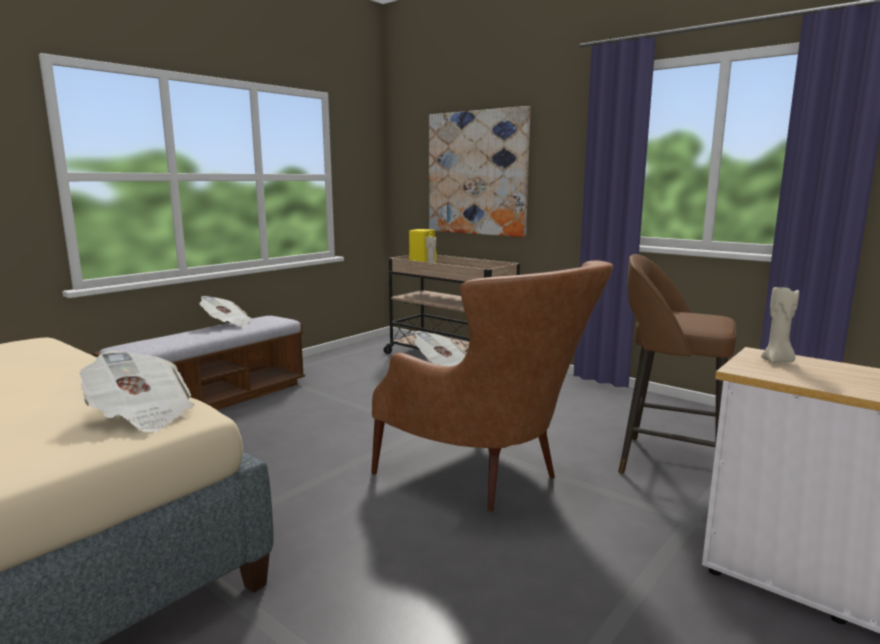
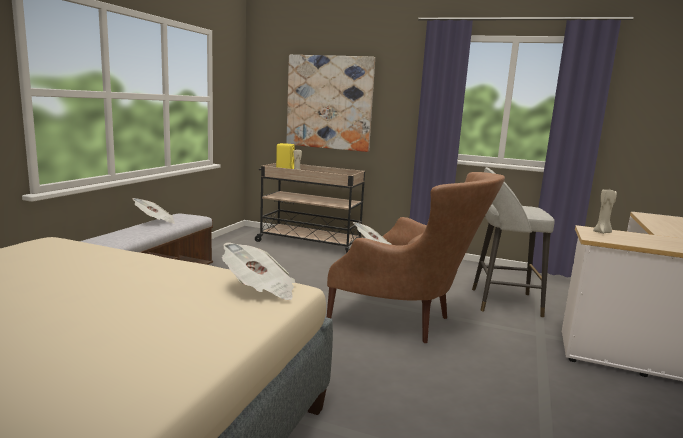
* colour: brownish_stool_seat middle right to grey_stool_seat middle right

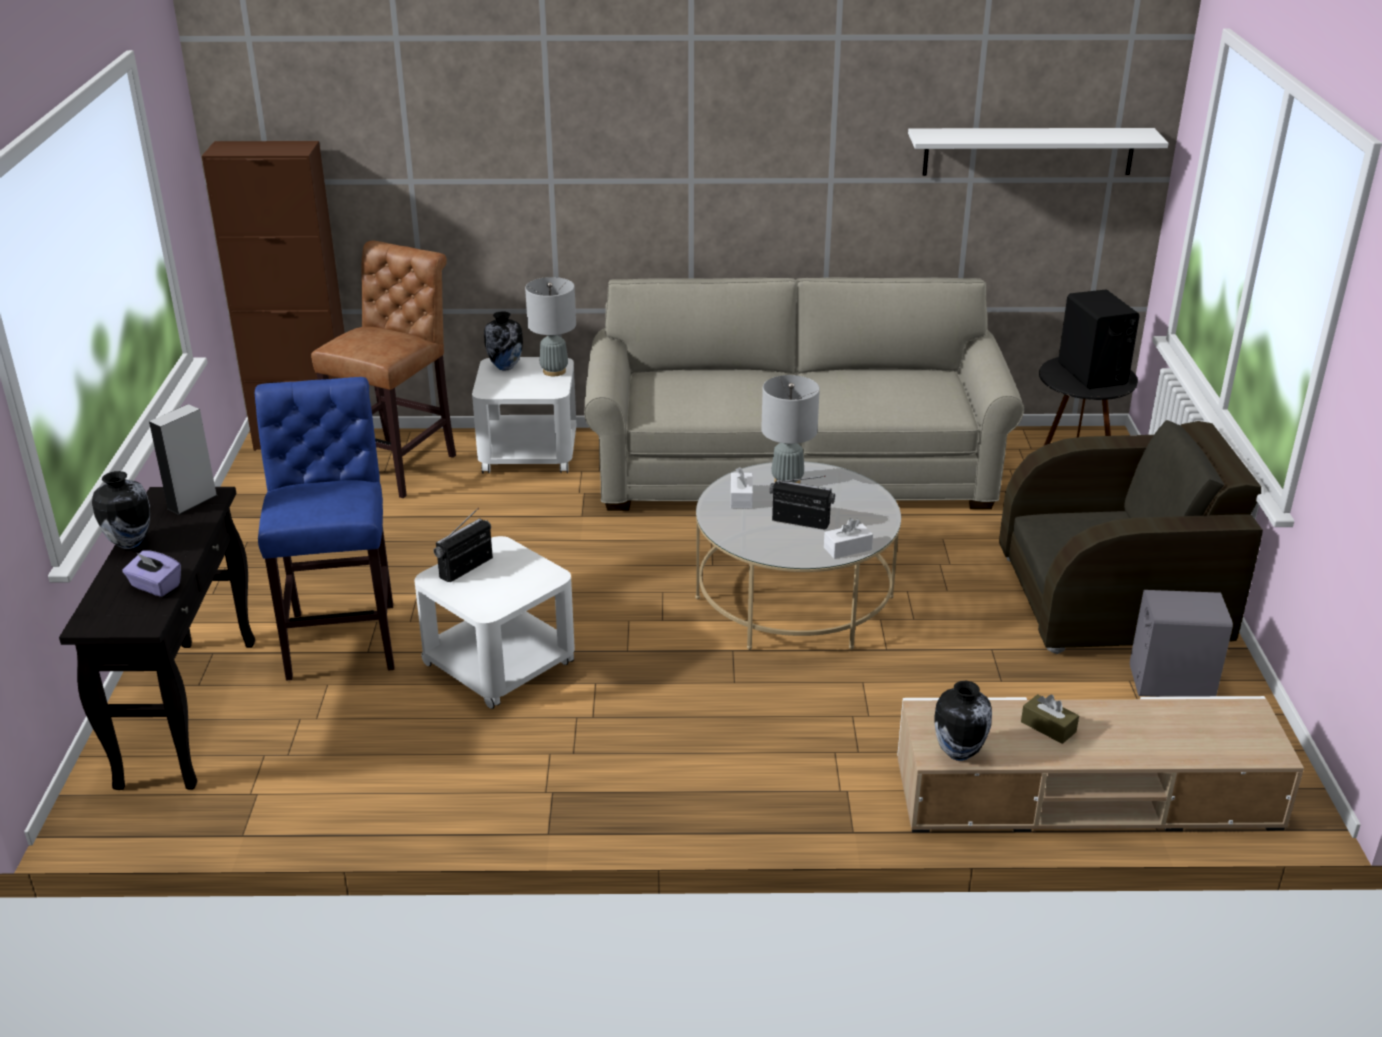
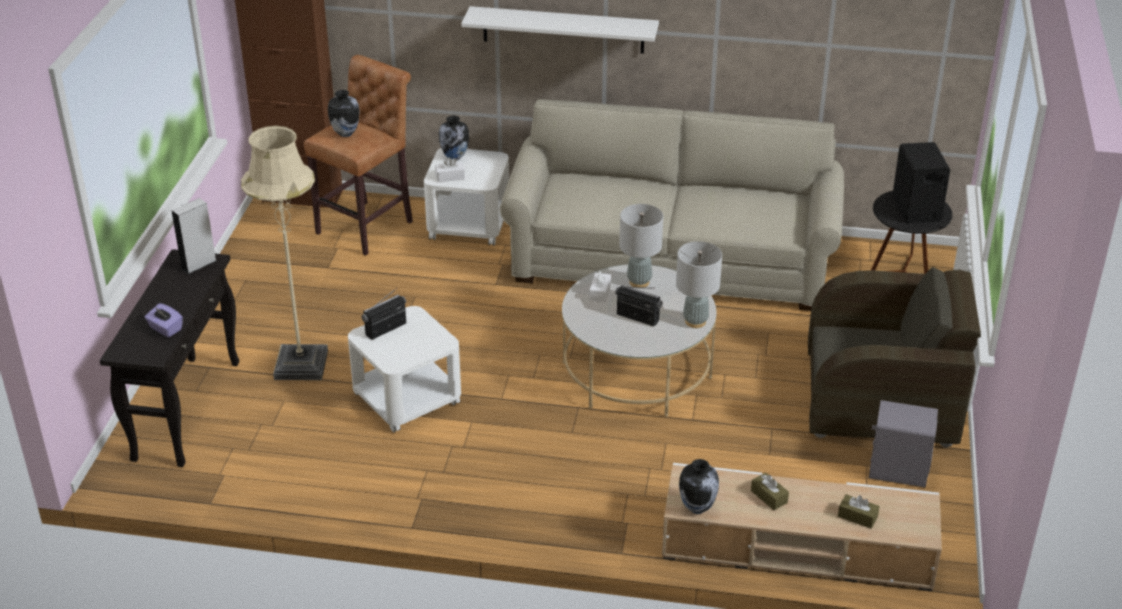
* relocated: whitish_shelf top right to top centre
* relocated: grey_tabletop_lamp (no. 1 from left in the first image) top centre to grey_tabletop_lamp (no. 2 from left) centre
* exchanged: blue_stool_seat middle left to sand-coloured_floor_lamp middle left
* relocated: flower_vase (no. 1 from left) middle left to top left
* relocated: whitish_tissue_box (no. 2 from left in the first image) centre to whitish_tissue_box (no. 1 from left) top centre
* appeared: brownish_tissue_box (no. 2 from left) bottom right

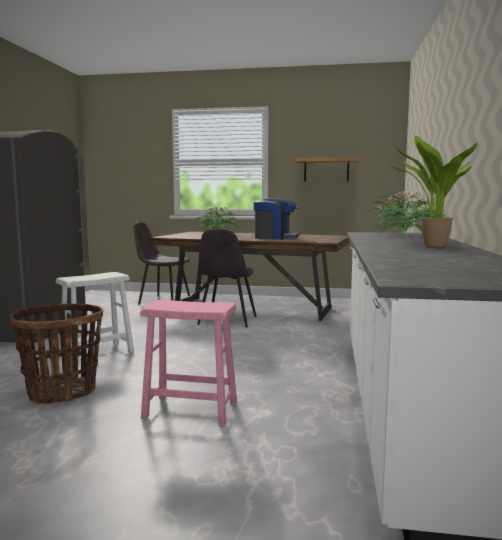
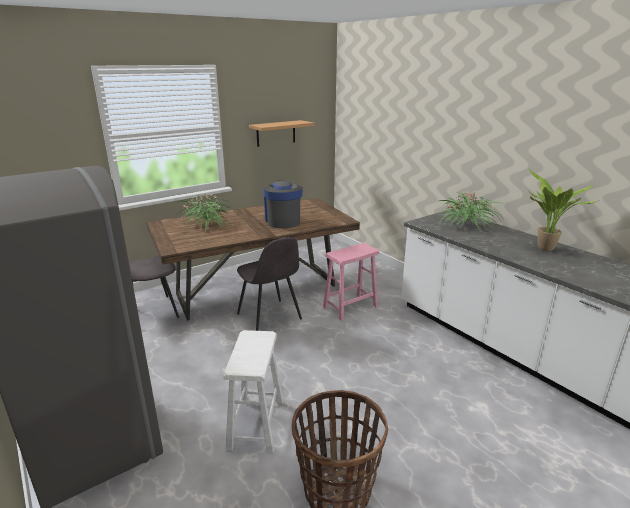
* spun: coffee_maker centre = centre 75 degrees counterclockwise
* relocated: pinkish_stool_seat bottom centre to centre

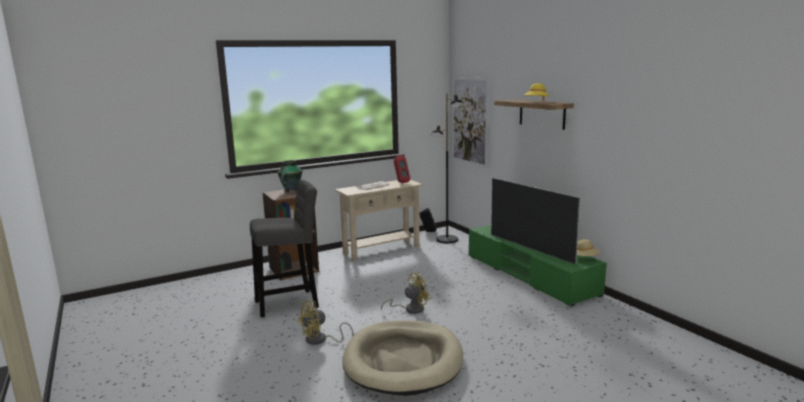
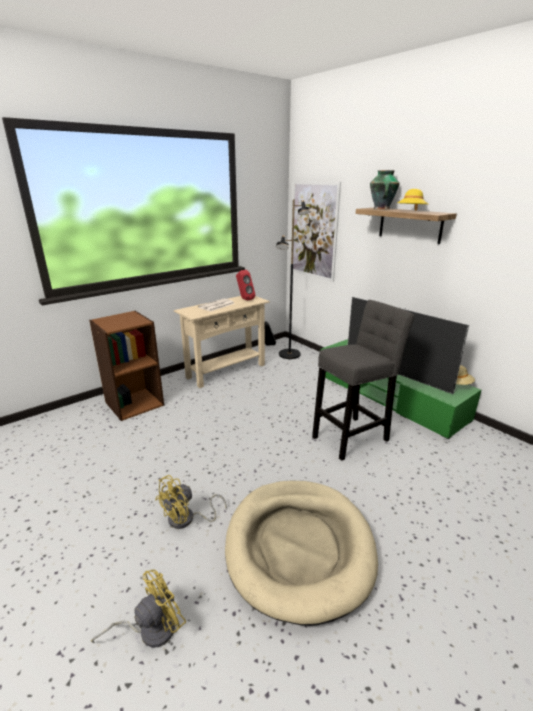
* relocated: flower_vase centre to top right
* relocated: grey_stool_seat centre to middle right
* relocated: yellow_cooling_fan (no. 2 from left in the first image) bottom centre to yellow_cooling_fan (no. 1 from left) bottom left

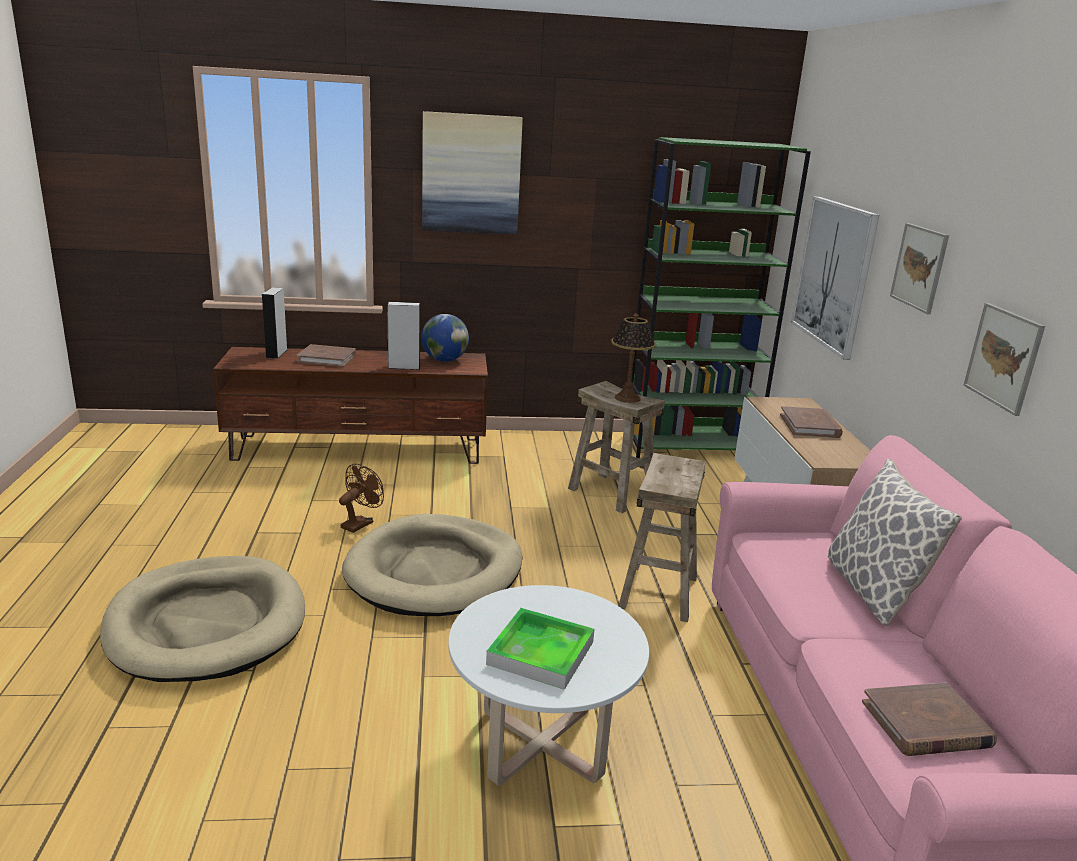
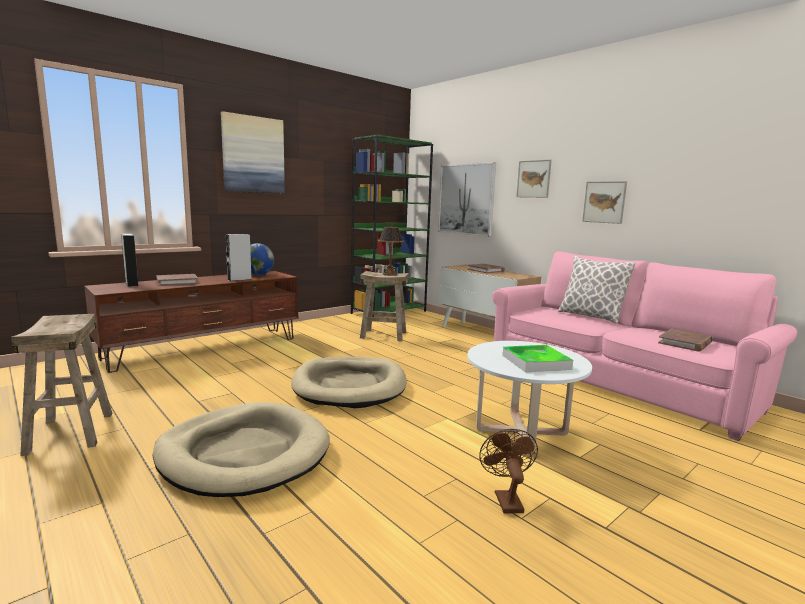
* relocated: sand-coloured_stool_seat (no. 2 from left in the first image) centre to sand-coloured_stool_seat (no. 1 from left) middle left
* relocated: brownish_cooling_fan centre to bottom centre

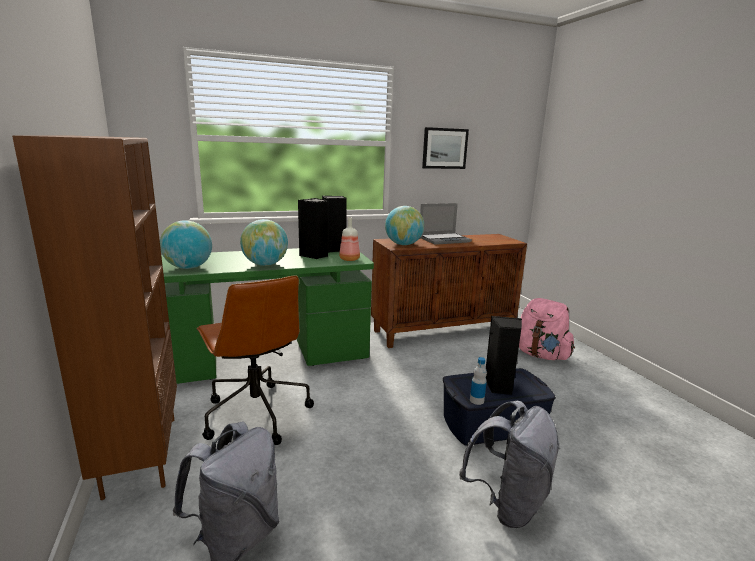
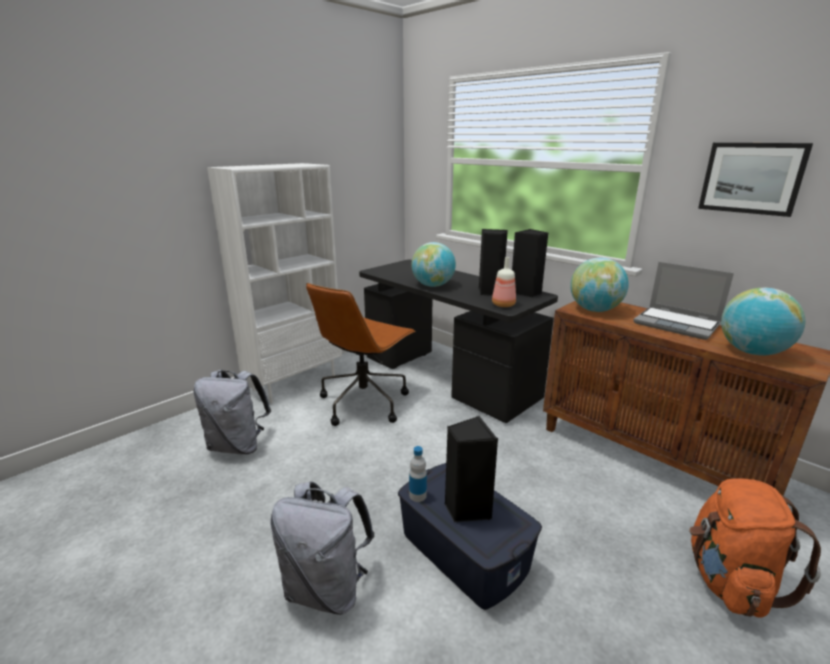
* colour: brownish_bookshelf middle left to whitish_bookshelf middle left
* relocated: globe (no. 1 from left in the first image) middle left to globe (no. 3 from left) middle right
* colour: green_desk centre to blackish_desk centre
* colour: pinkish_rucksack middle right to orangey_rucksack bottom right

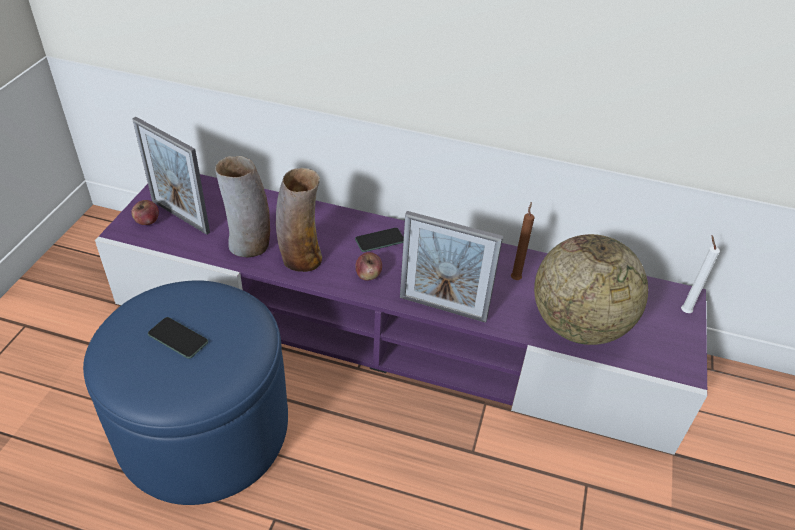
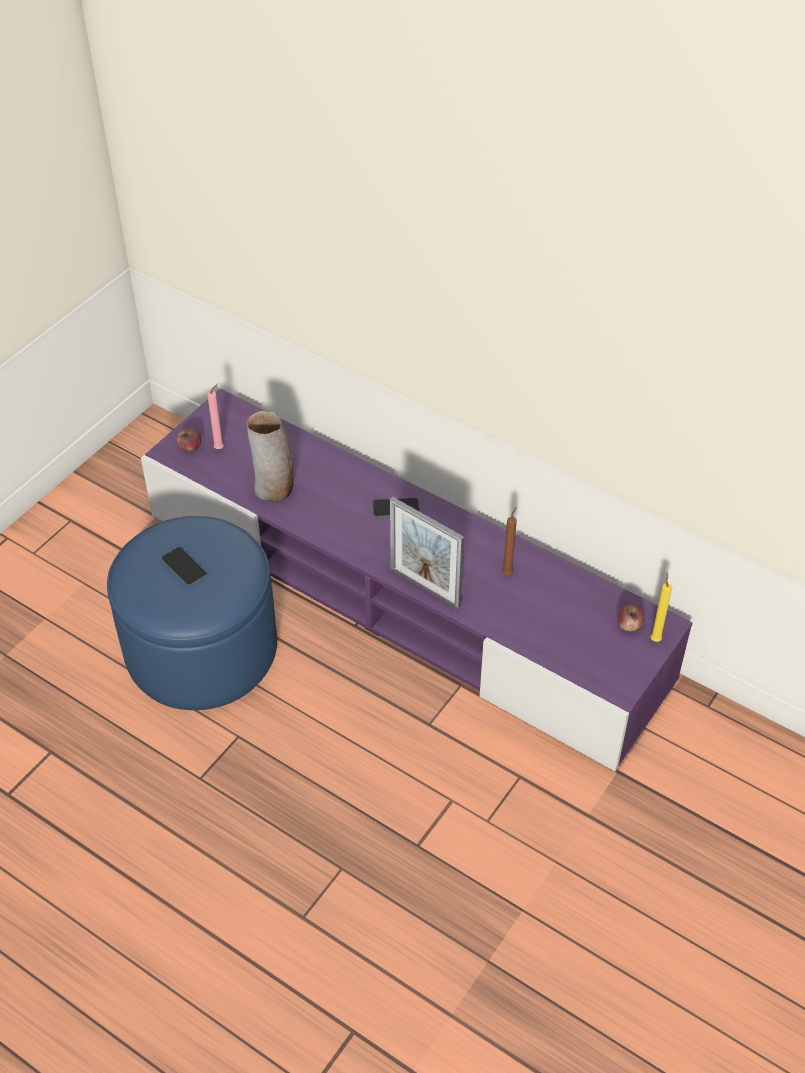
* exchanged: photo_frame (no. 1 from left) top left to pinkish_candle middle left
* missing: flower_vase (no. 2 from left) centre
* missing: globe middle right
* colour: whitish_candle middle right to yellow_candle middle right
* relocated: whole_apple (no. 2 from left) centre to middle right

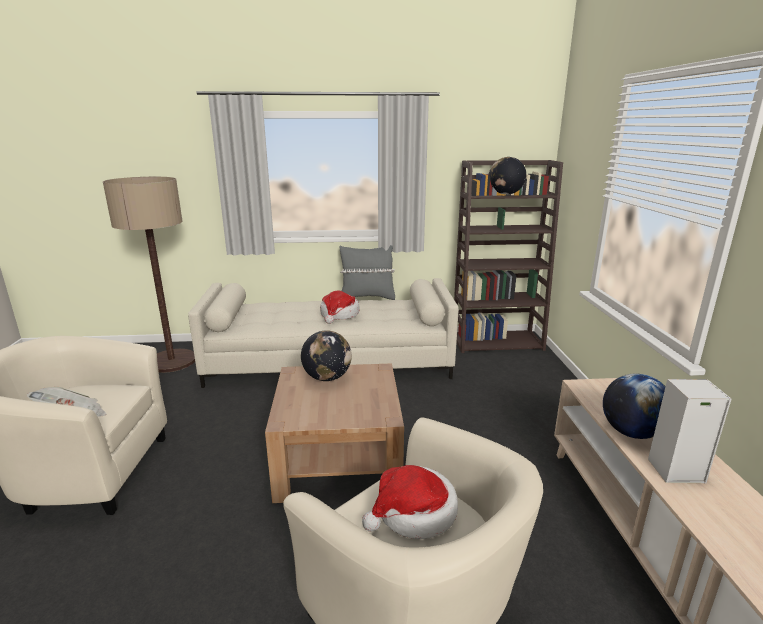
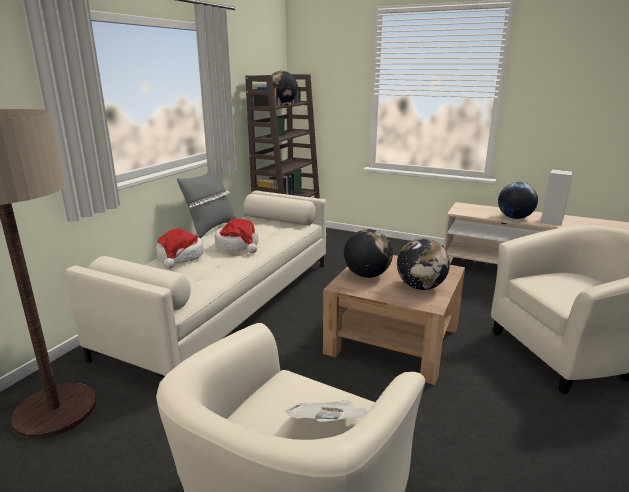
* relocated: hat (no. 2 from left in the first image) bottom centre to hat (no. 1 from left) middle left
* appeared: globe (no. 3 from left) middle right

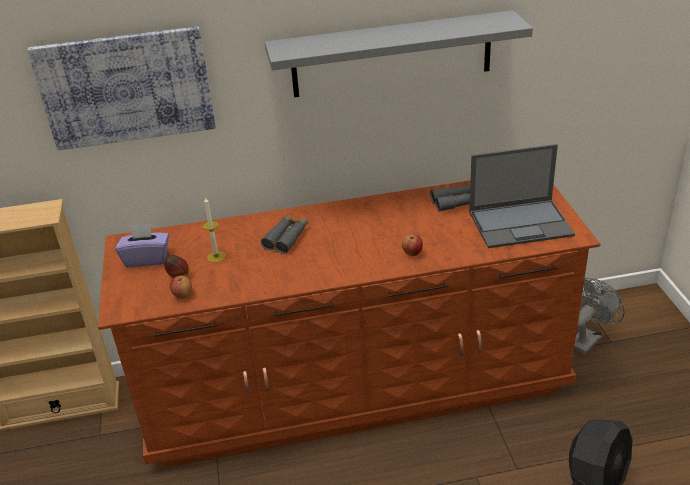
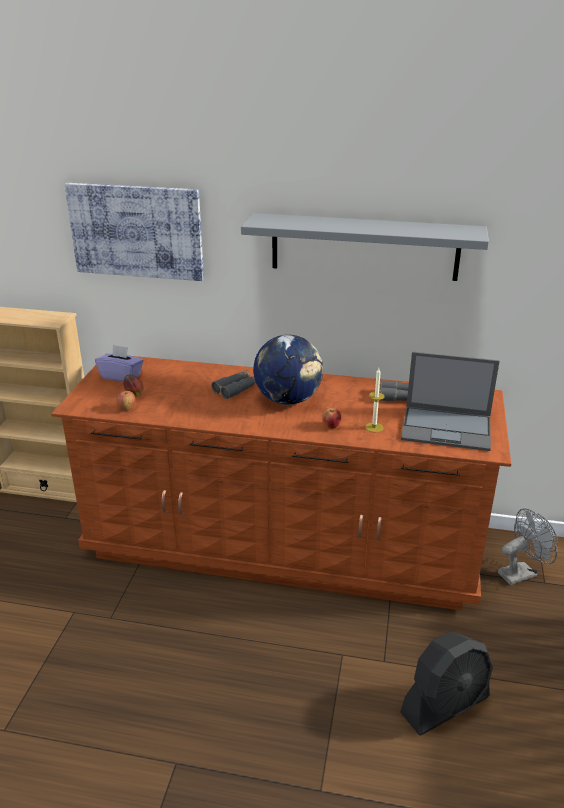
* relocated: candle middle left to centre
* appeared: globe centre

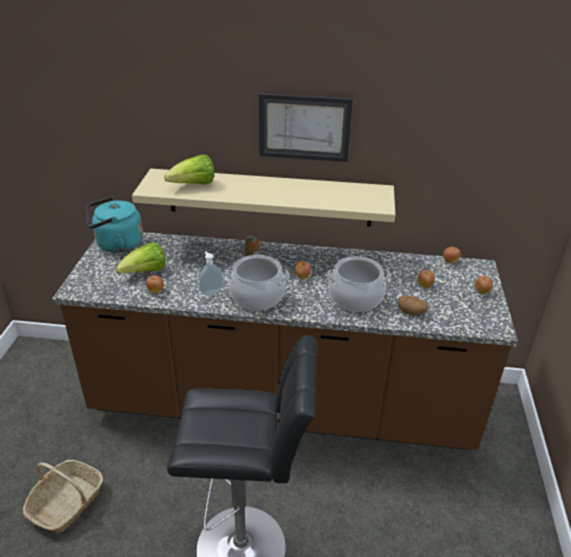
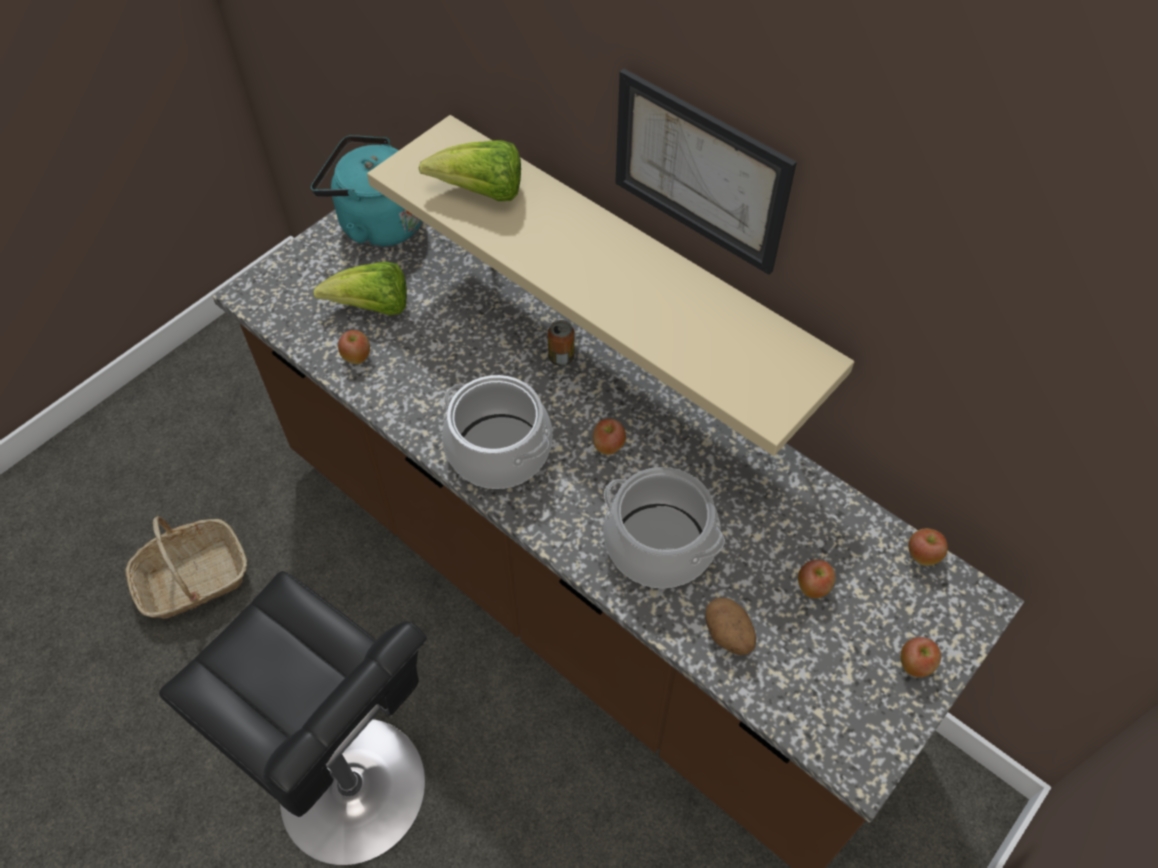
* missing: soap_bottle centre

